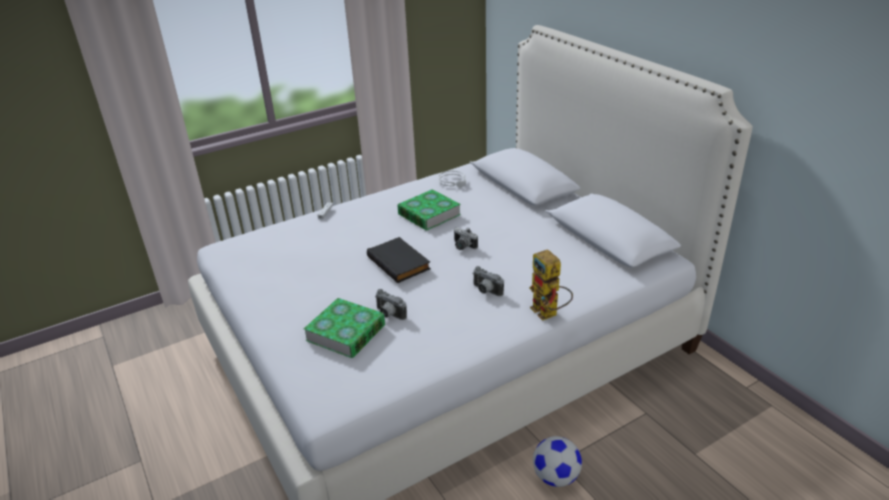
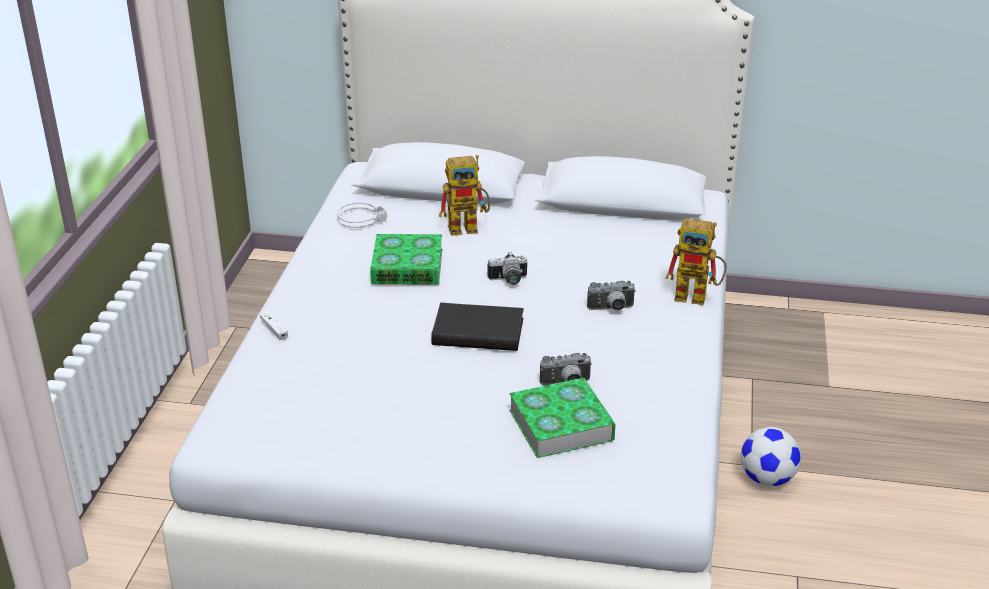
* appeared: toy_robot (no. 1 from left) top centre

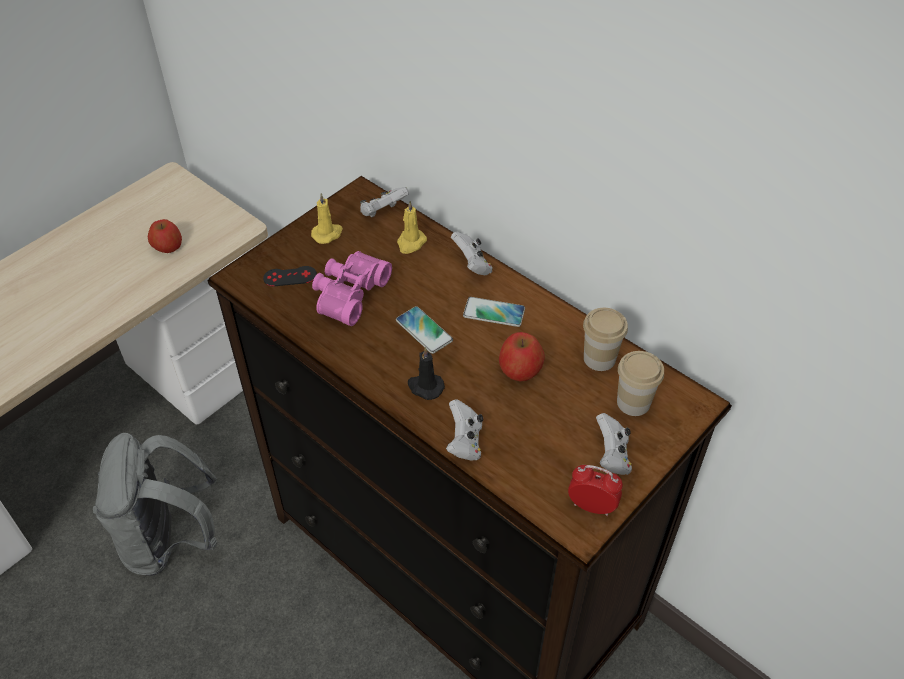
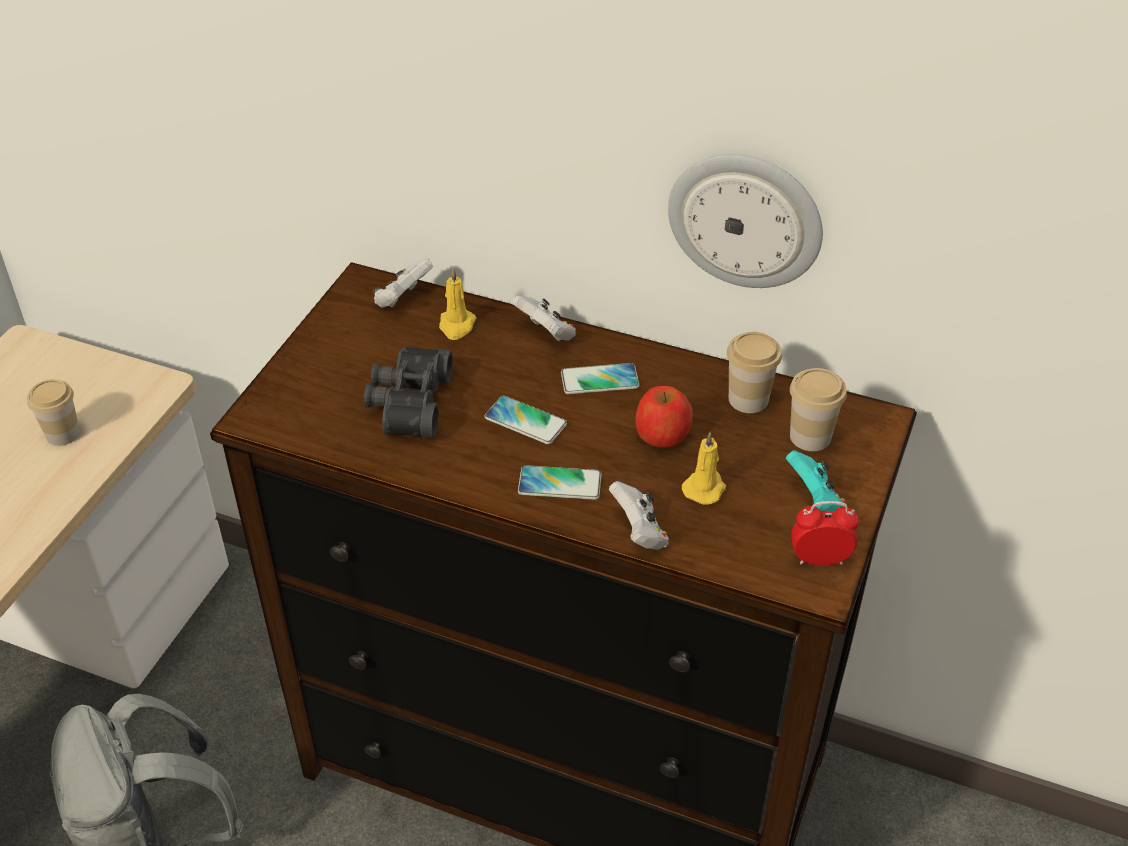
* relocated: yellow_candle (no. 1 from left in the first image) top centre to yellow_candle (no. 2 from left) centre
* exchanged: whole_apple (no. 1 from left) middle left to drinking_cup (no. 1 from left) middle left
* colour: pinkish_pair_of_binoculars centre to blackish_pair_of_binoculars centre
* missing: blackish_game_controller middle left
* exchanged: blackish_candle centre to phone (no. 2 from left) centre
* colour: whitish_game_controller (no. 4 from left) middle right to turquoise_game_controller middle right
* appeared: wall_clock top centre

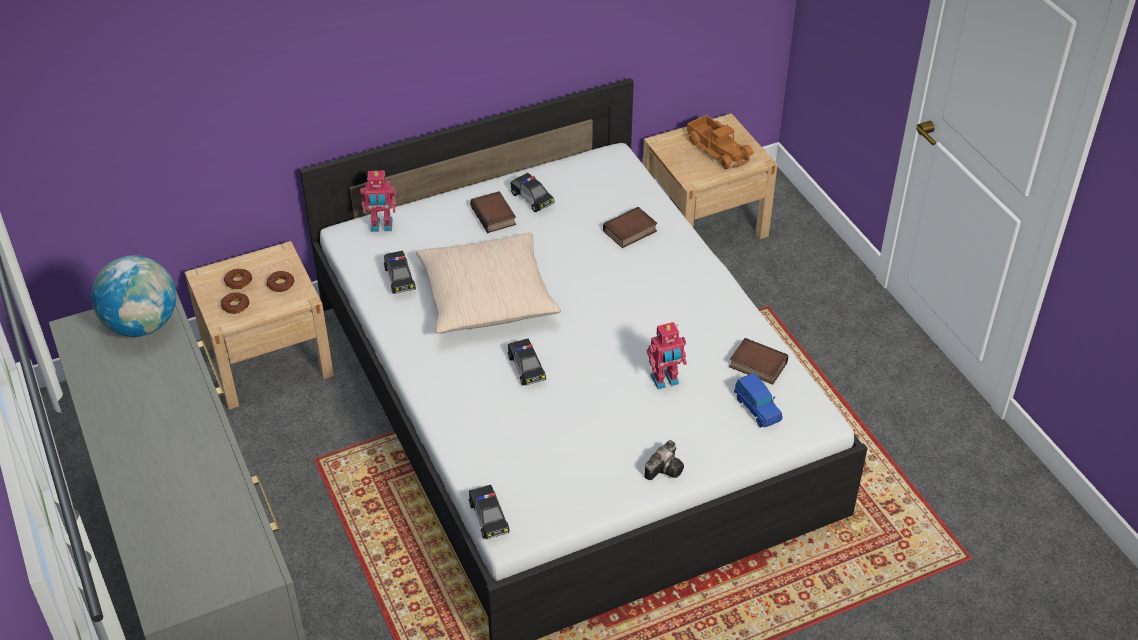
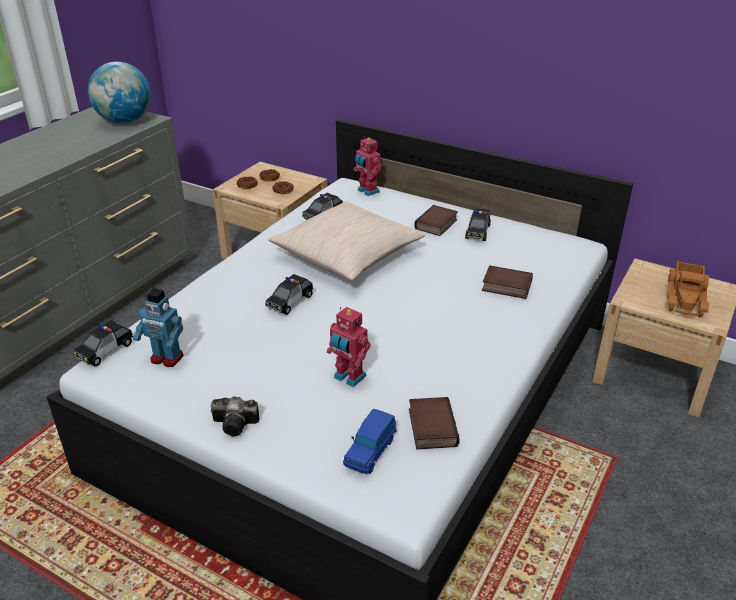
* appeared: toy_robot (no. 1 from left) middle left

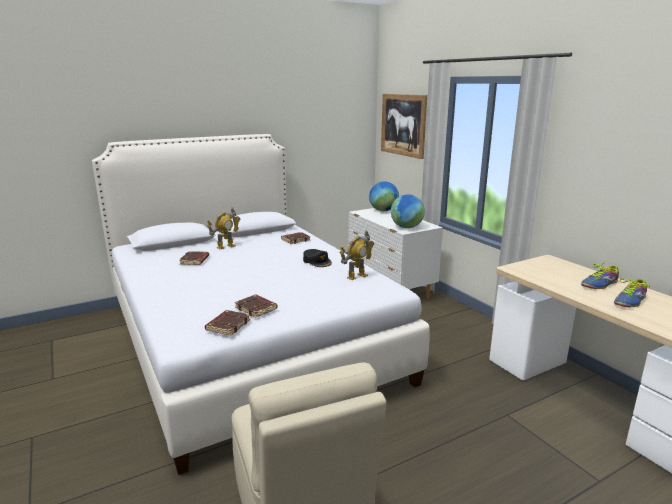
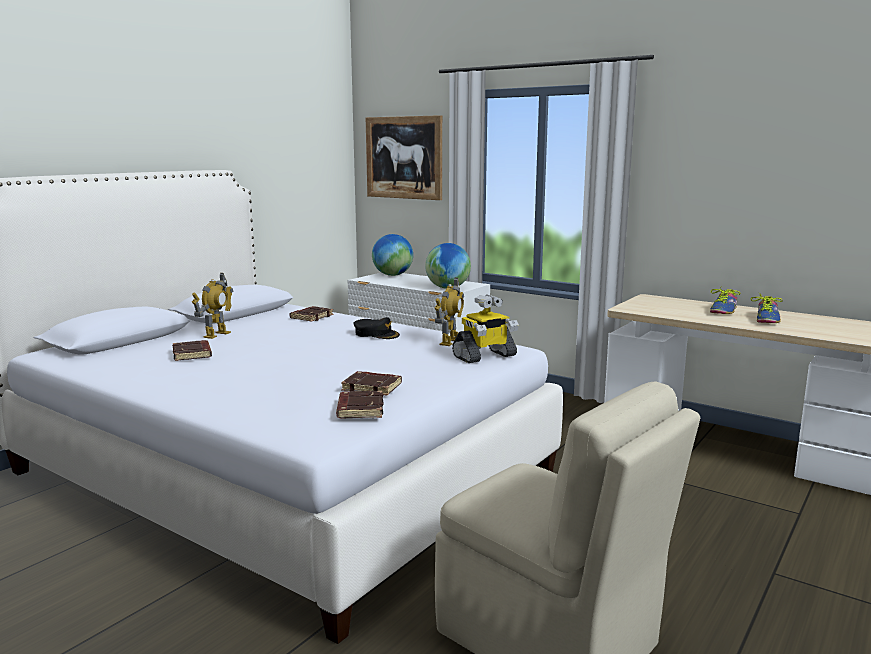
* appeared: toy_robot (no. 3 from left) centre

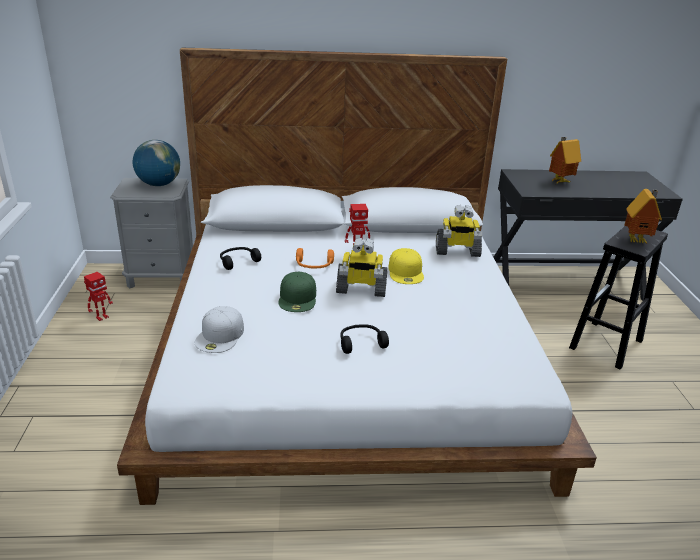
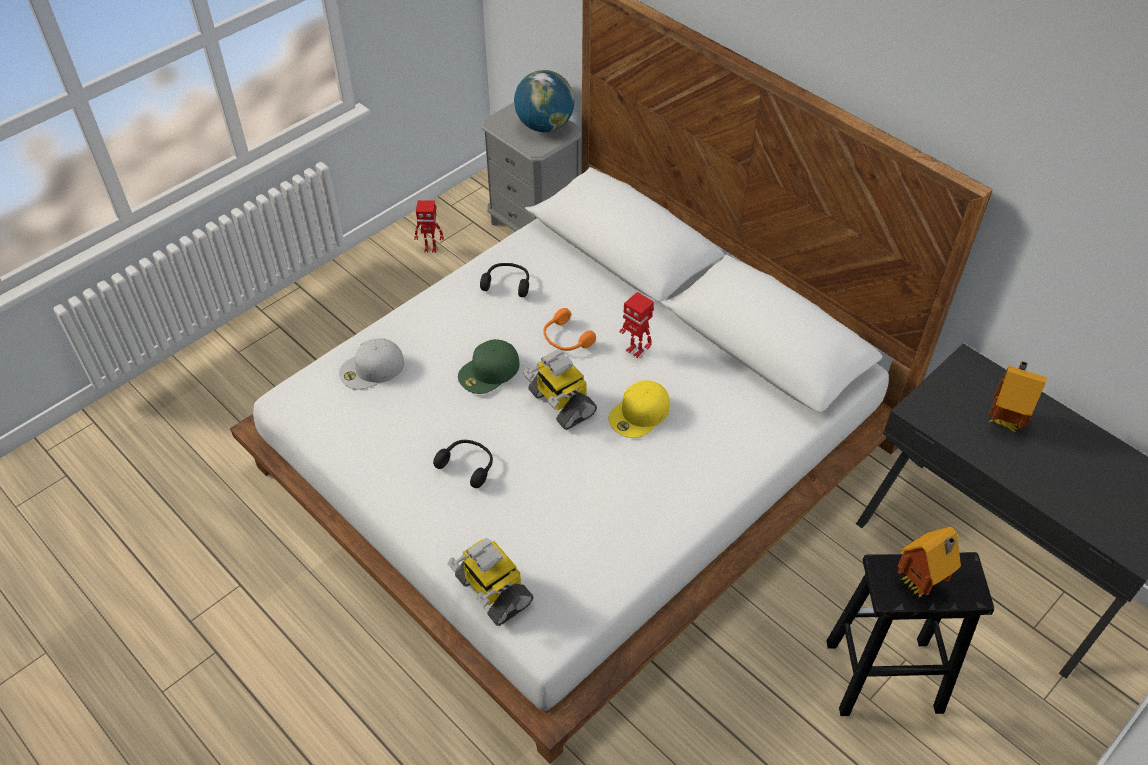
* relocated: toy_robot (no. 4 from left in the first image) centre to toy_robot (no. 2 from left) bottom centre

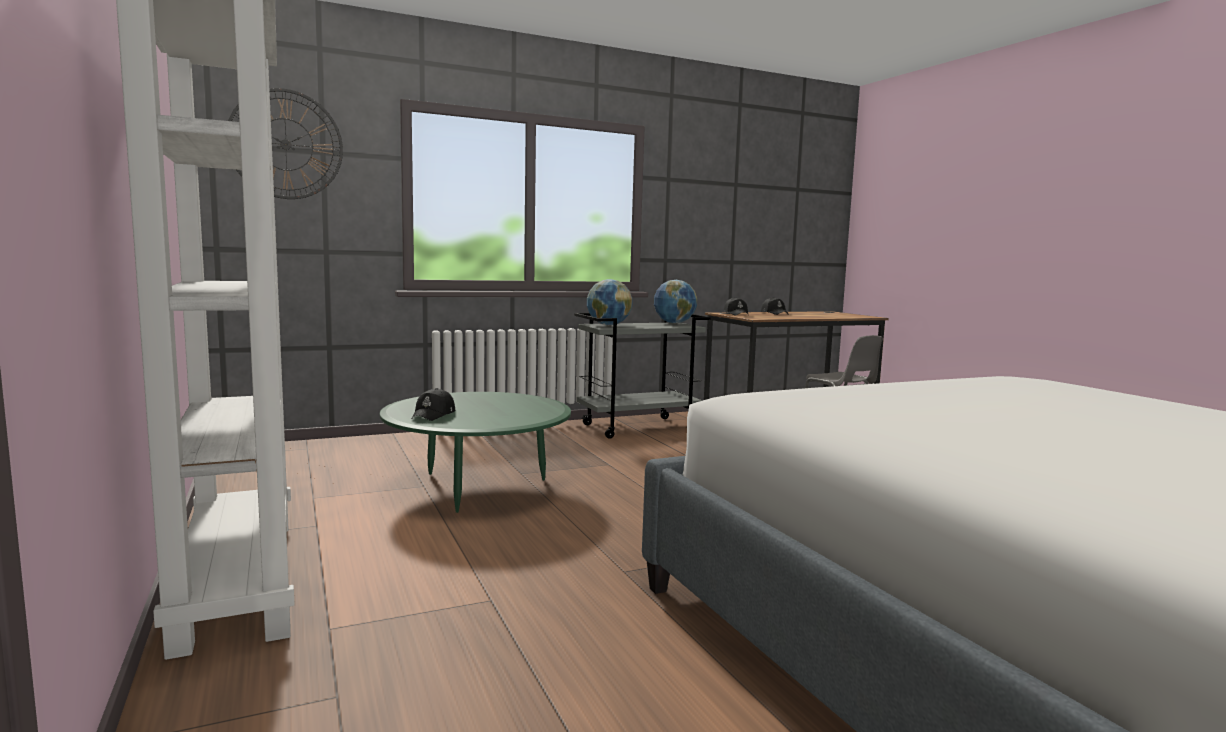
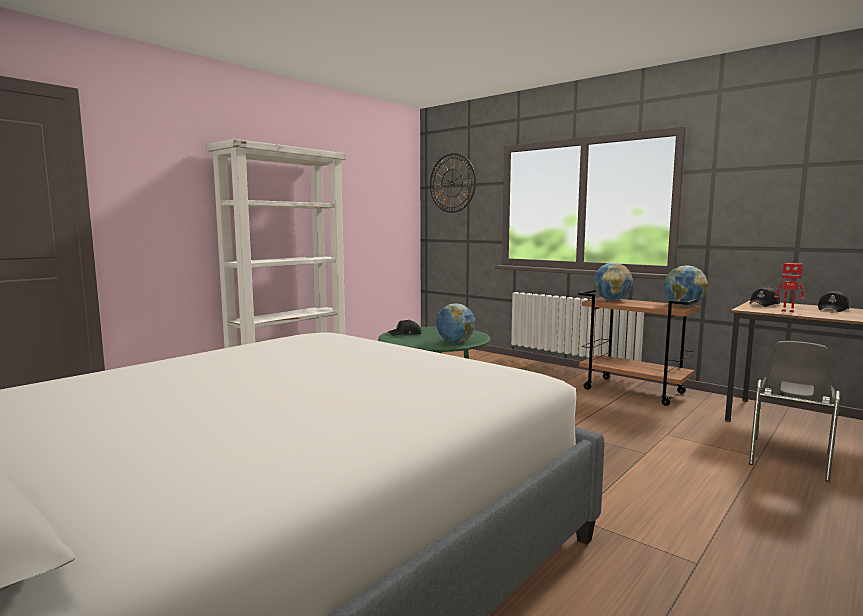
* colour: grey_cart centre to brownish_cart middle right
* appeared: toy_robot middle right
* appeared: globe (no. 1 from left) centre

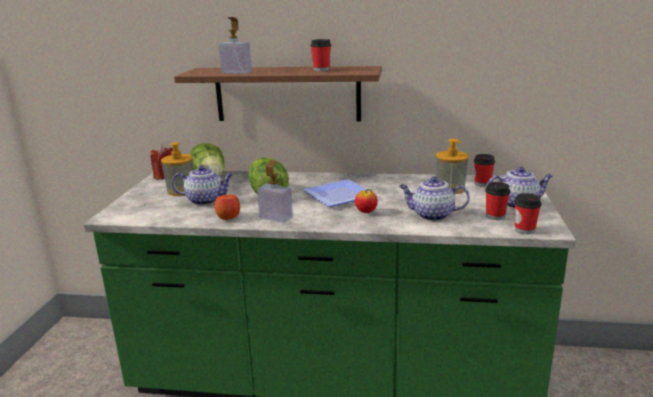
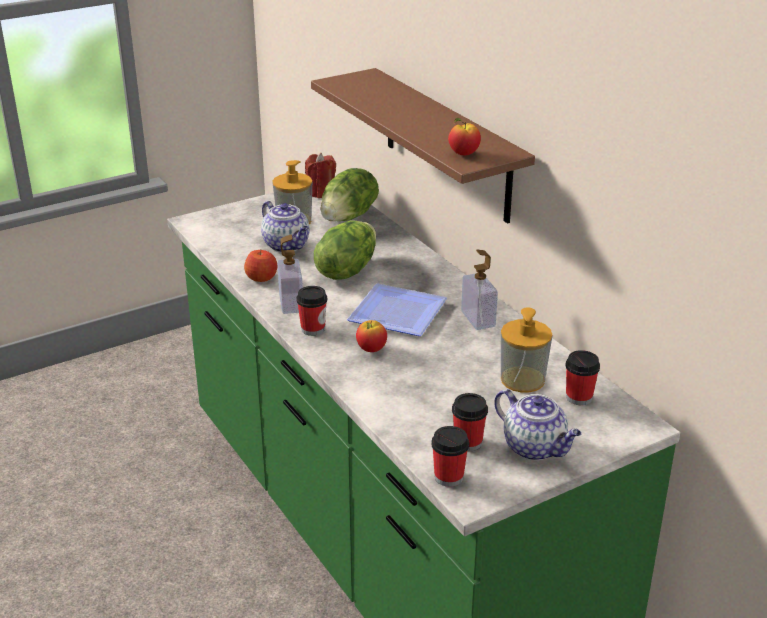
* relocated: soap_bottle (no. 2 from left in the first image) top centre to soap_bottle (no. 3 from left) centre
* relocated: drinking_cup (no. 1 from left) top centre to centre
* missing: pot_for_tea (no. 2 from left) centre
* appeared: whole_apple (no. 3 from left) top centre

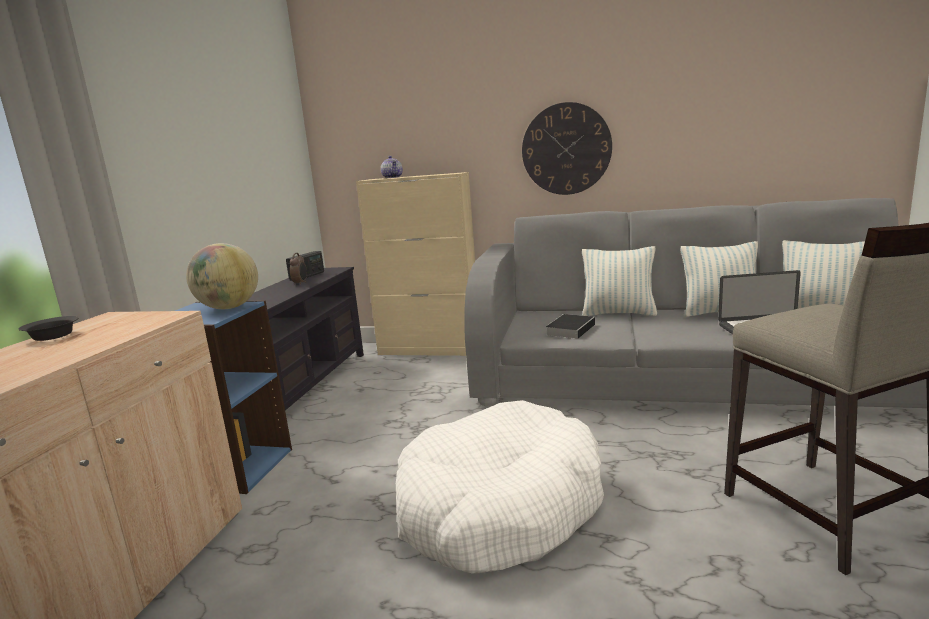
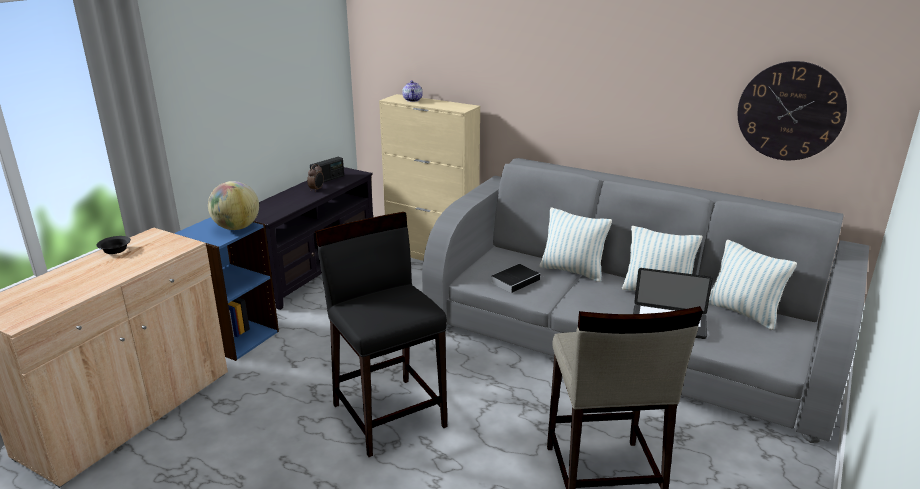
* relocated: wall_clock top centre to top right
* exchanged: whitish_dog_bed bottom centre to blackish_stool_seat bottom centre

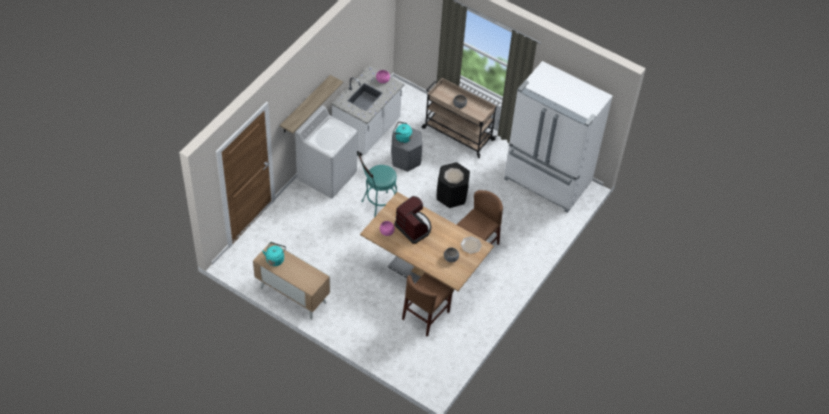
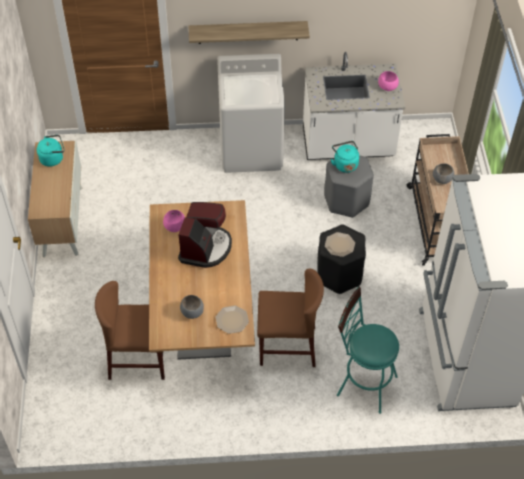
* relocated: turquoise_stool_seat centre to bottom right

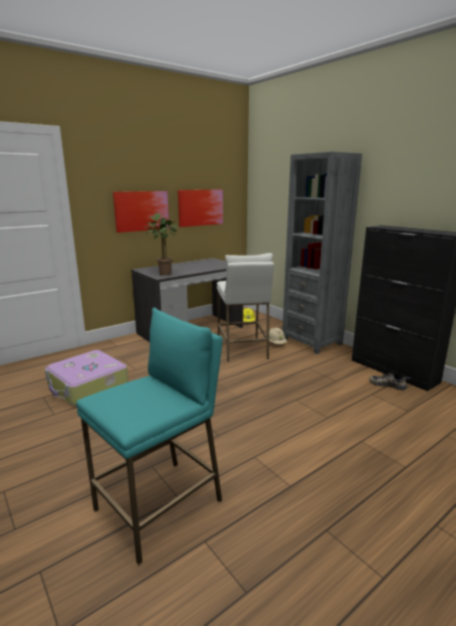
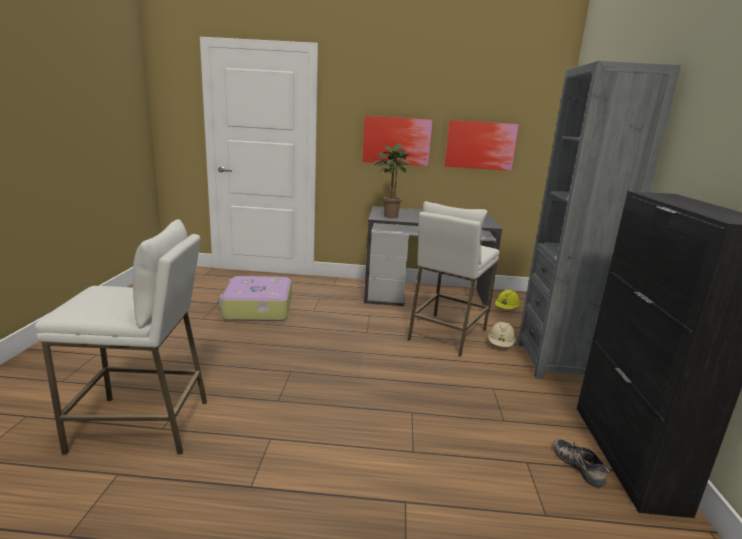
* colour: turquoise_stool_seat bottom left to whitish_stool_seat (no. 1 from left) middle left

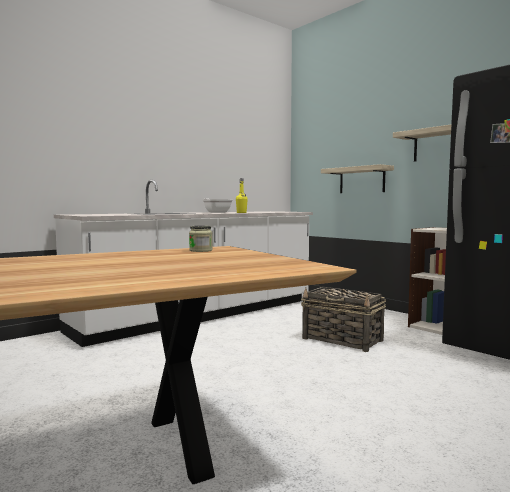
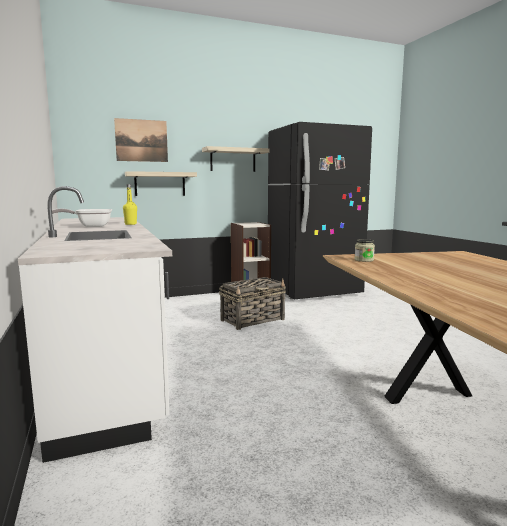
* appeared: wall_art top left

